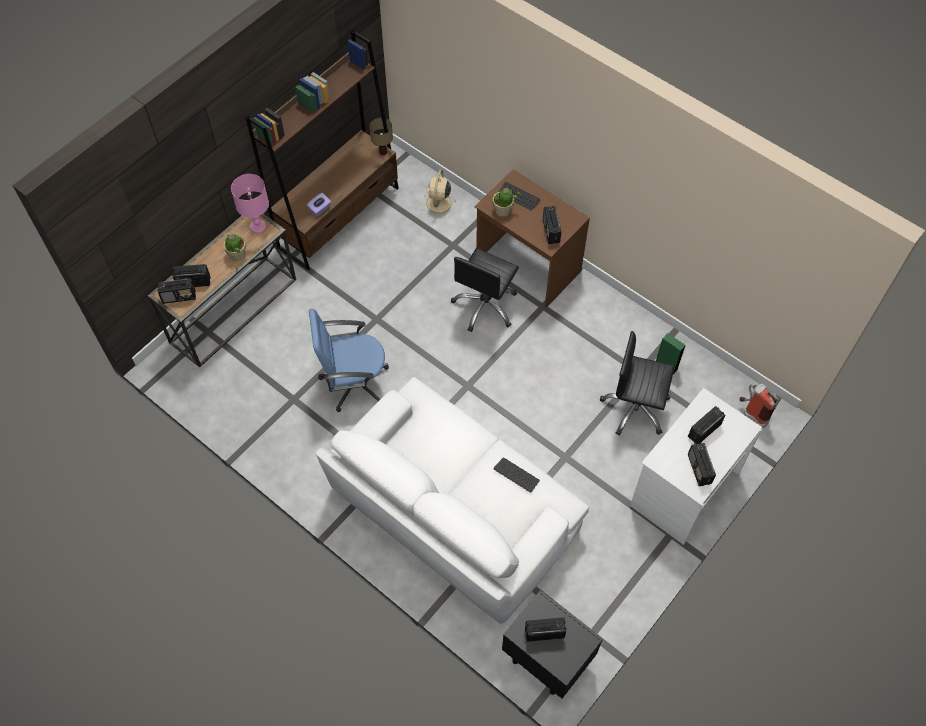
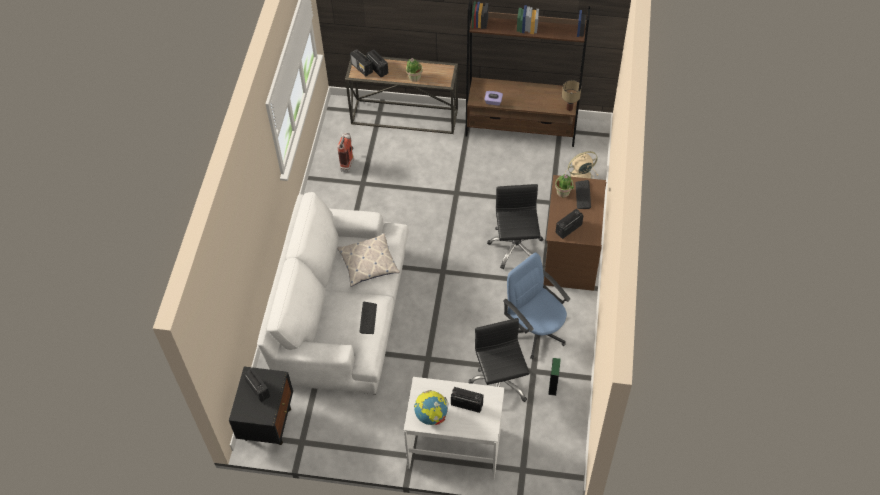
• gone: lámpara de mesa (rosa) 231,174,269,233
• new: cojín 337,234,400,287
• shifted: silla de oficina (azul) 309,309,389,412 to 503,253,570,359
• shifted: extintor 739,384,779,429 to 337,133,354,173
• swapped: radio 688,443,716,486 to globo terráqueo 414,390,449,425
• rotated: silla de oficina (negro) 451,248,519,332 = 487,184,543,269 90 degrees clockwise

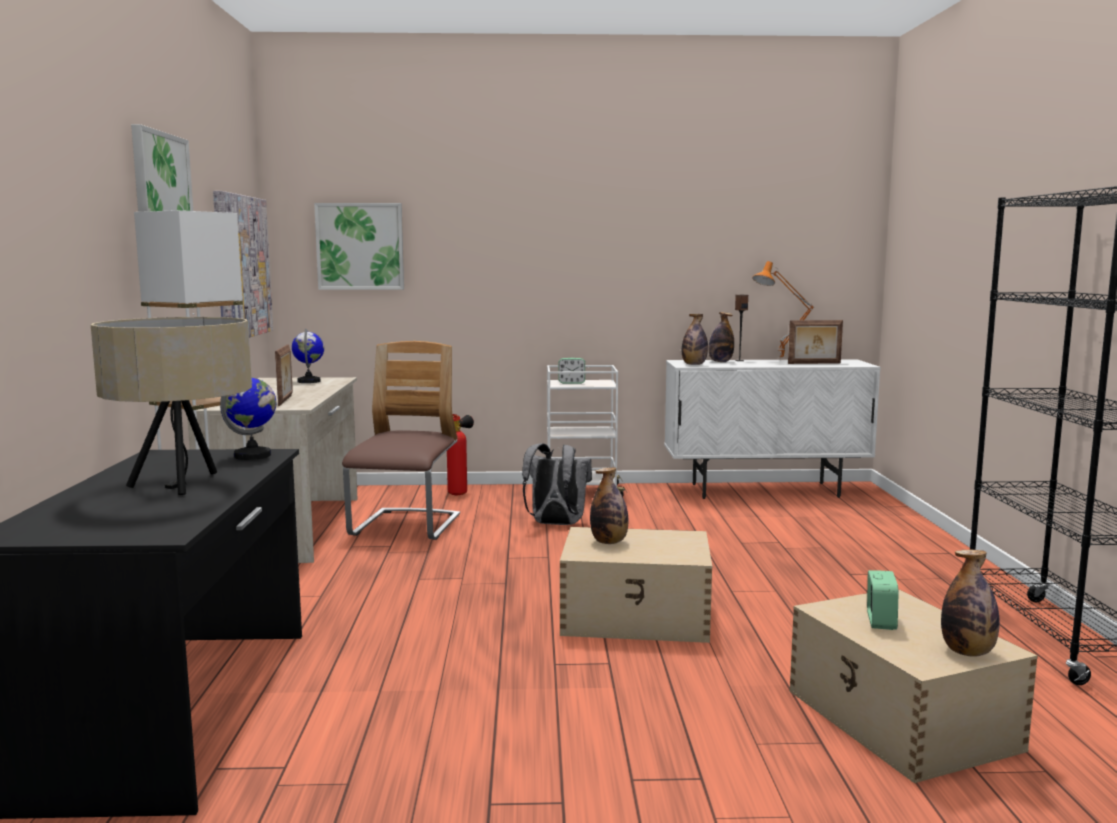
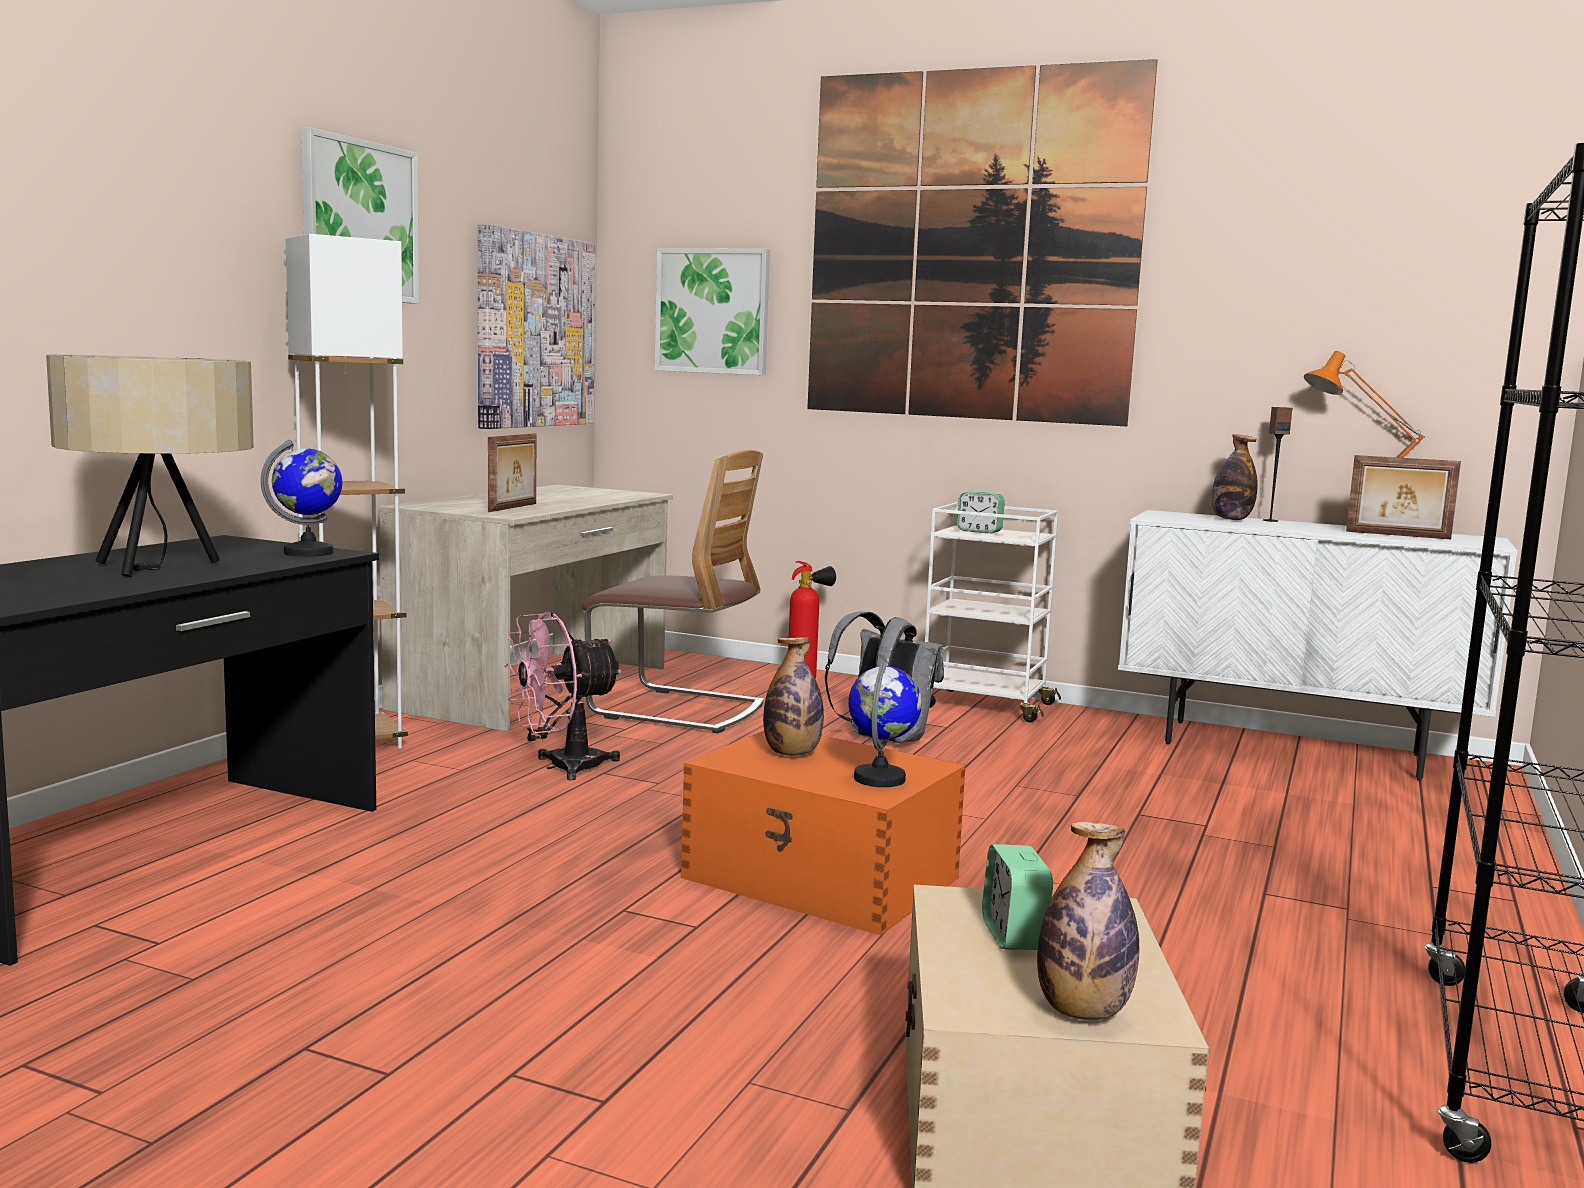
• gone: botella 682,314,708,365
• new: ventilador (rosa) 504,612,623,780
• new: cuadro 807,59,1158,426
• shifted: globo terráqueo 292,328,324,383 to 848,661,922,787
• repainted: caja de almacenaje (beis) 560,527,712,643 to caja de almacenaje (naranja) 681,731,966,935
• rotated: silla 342,341,460,540 = 582,450,764,734 75 degrees clockwise
• rotated: despertador 867,570,898,630 = 982,844,1053,950 135 degrees clockwise

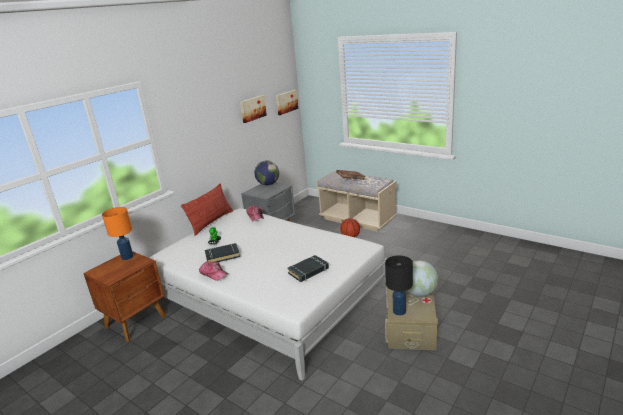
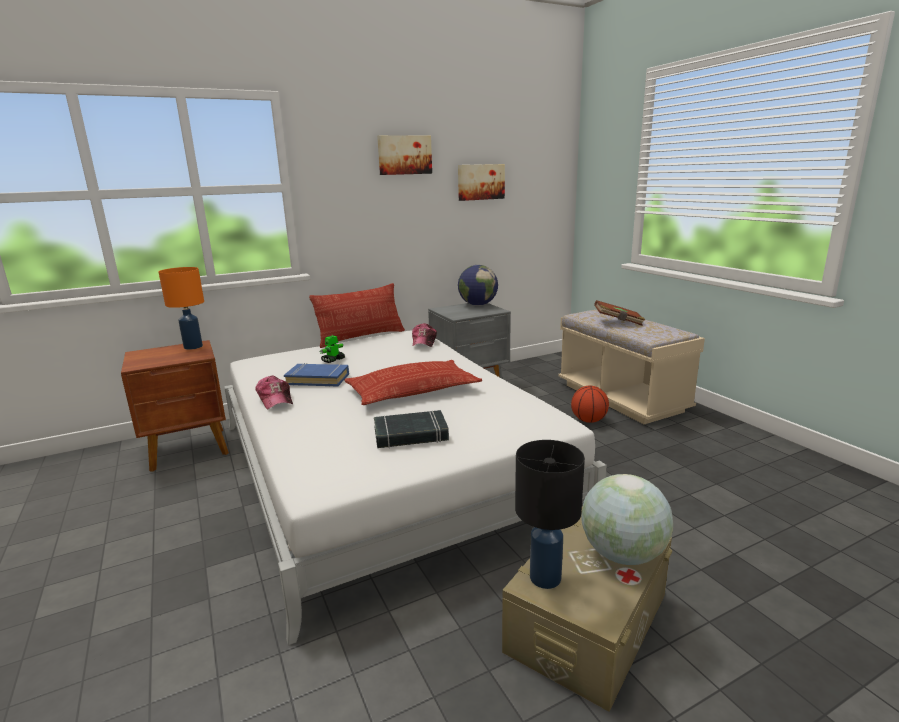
• new: cojín 344,360,482,405
• shifted: cuadro 276,90,298,115 to 377,135,432,175
• repainted: libro (negro) 205,243,240,263 to libro (azul) 284,363,349,386

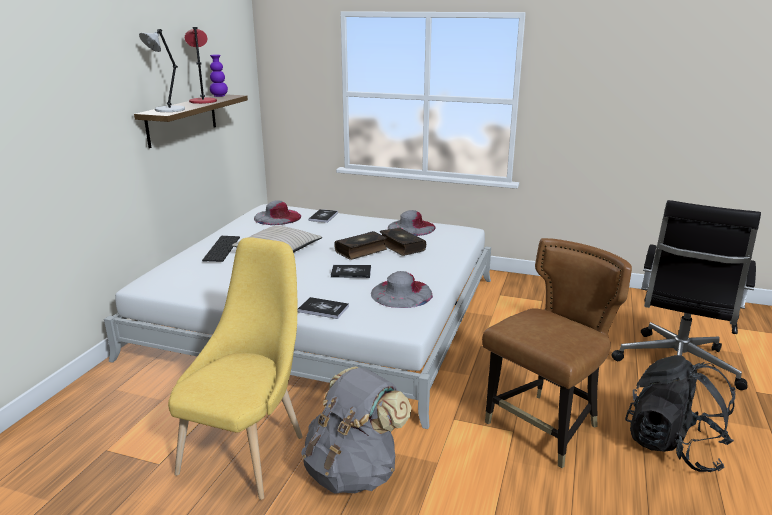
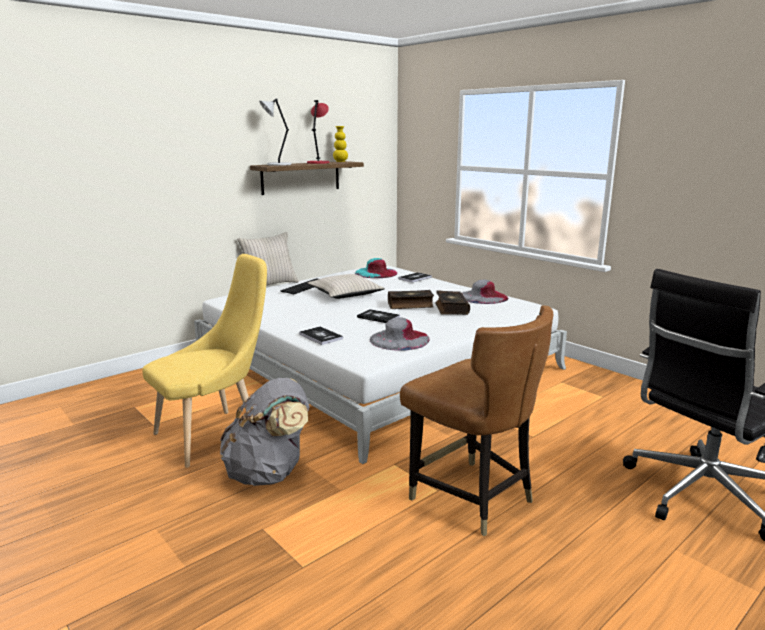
• gone: mochila (negro) 625,355,736,472
• new: cojín (beis) 237,232,299,285
• repainted: florero (morado) 210,55,228,97 to florero (amarillo) 333,126,348,162
• repainted: sombrero (gris) 254,200,301,225 to sombrero (turquesa) 355,258,398,278
• rotated: silla (marrón) 482,238,632,468 = 400,305,553,536 60 degrees clockwise

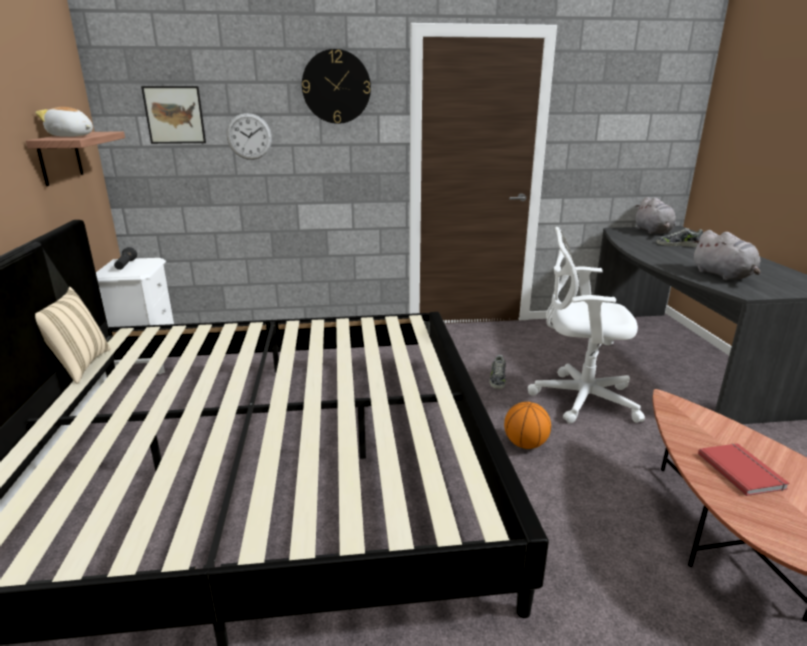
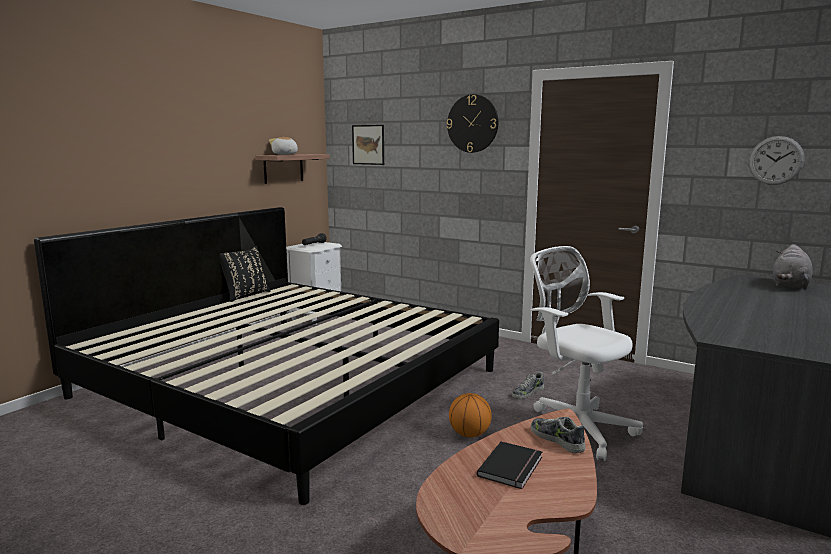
• gone: peluche (gris) 692,230,761,280
• shifted: reloj de pared 226,113,272,160 to 749,136,804,185
• shifted: zapato 657,228,703,247 to 530,417,585,453
• repainted: cojín (beis) 35,287,111,384 to cojín (negro) 219,246,271,302
• repainted: libro (rojo) 698,443,790,496 to libro (negro) 477,441,542,489

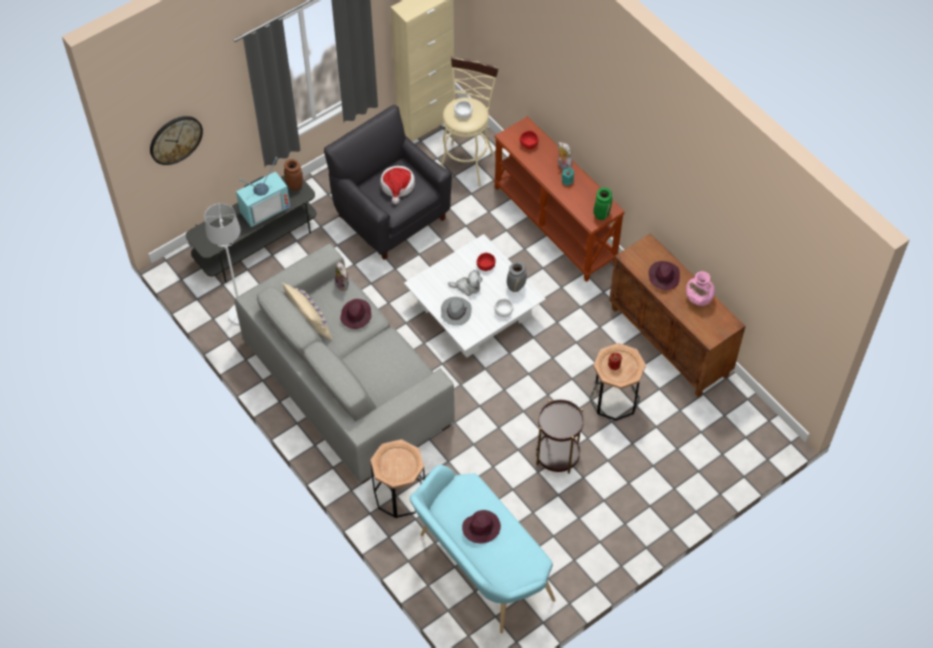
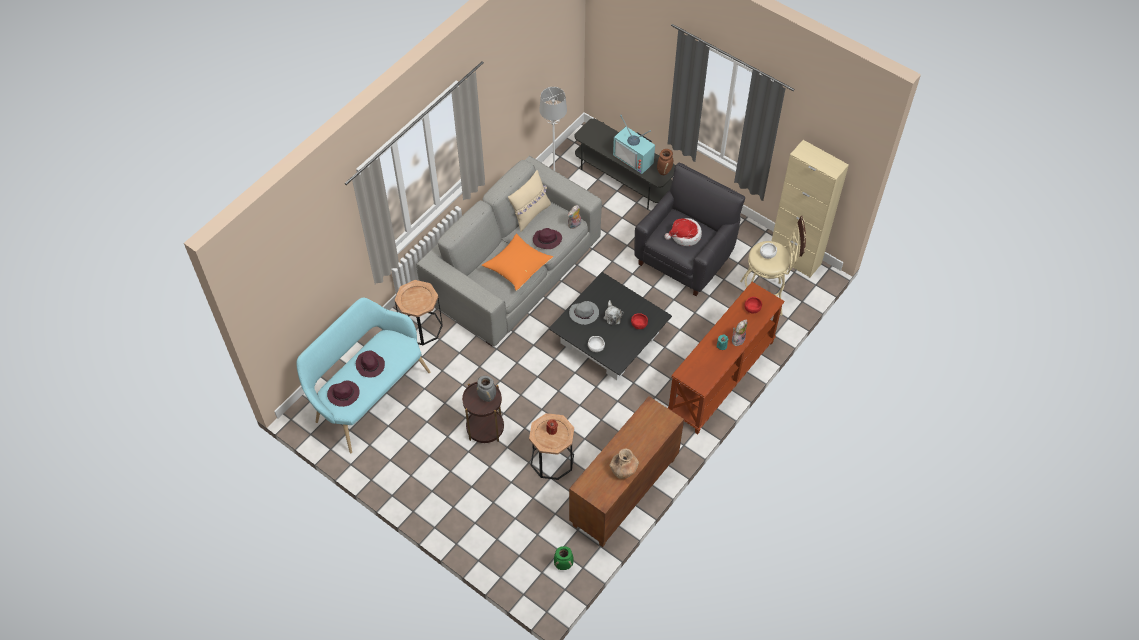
• gone: reloj de pared 150,116,203,165
• new: cojín (naranja) 482,233,553,291
• shifted: florero (gris) 507,261,527,292 to 477,376,496,402
• shifted: florero (verde) 593,187,612,220 to 554,546,574,570
• shifted: sombrero (morado) 649,261,680,290 to 327,381,360,407
• repainted: mesa de centro (blanco) 404,234,546,357 to mesa de centro (negro) 549,272,672,380
• repainted: florero (rosa) 686,271,715,306 to florero (marrón) 609,448,639,479

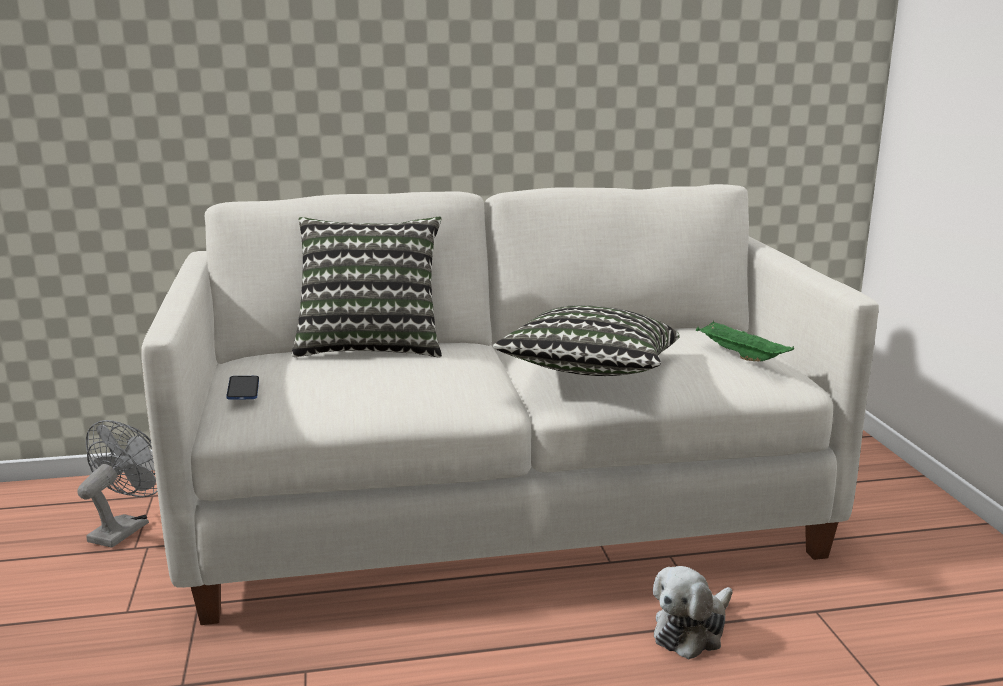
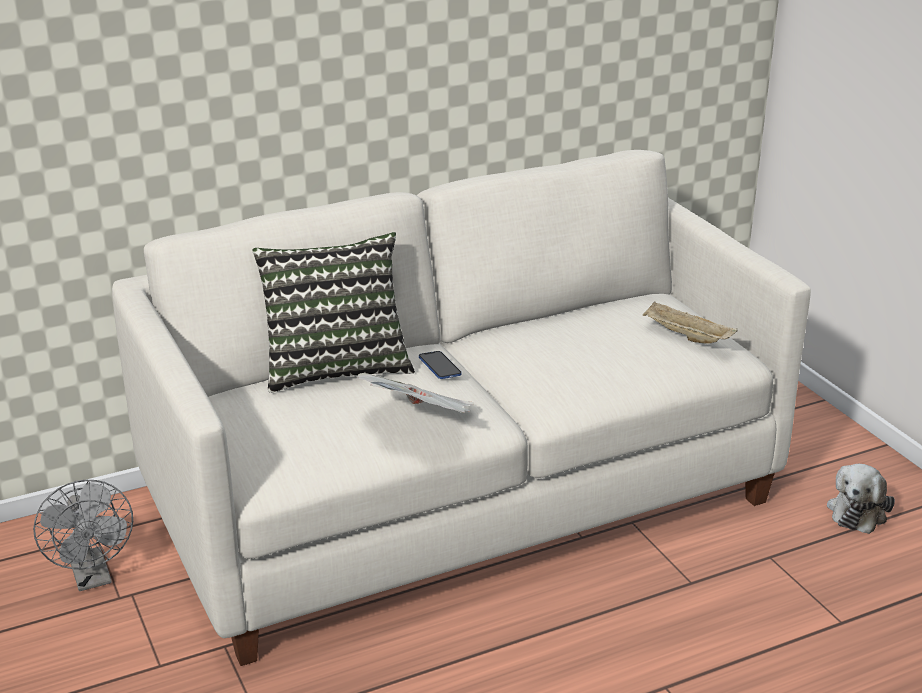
• gone: cojín 493,305,680,376
• new: periódico 357,373,474,413
• shifted: móvil 226,376,259,400 to 419,351,462,379
• shifted: peluche 653,566,733,659 to 827,464,895,534
• repainted: bandeja (verde) 696,321,794,361 to bandeja (beis) 643,302,738,344
• rotated: ventilador (gris) 77,420,158,548 = 33,480,133,591 150 degrees clockwise

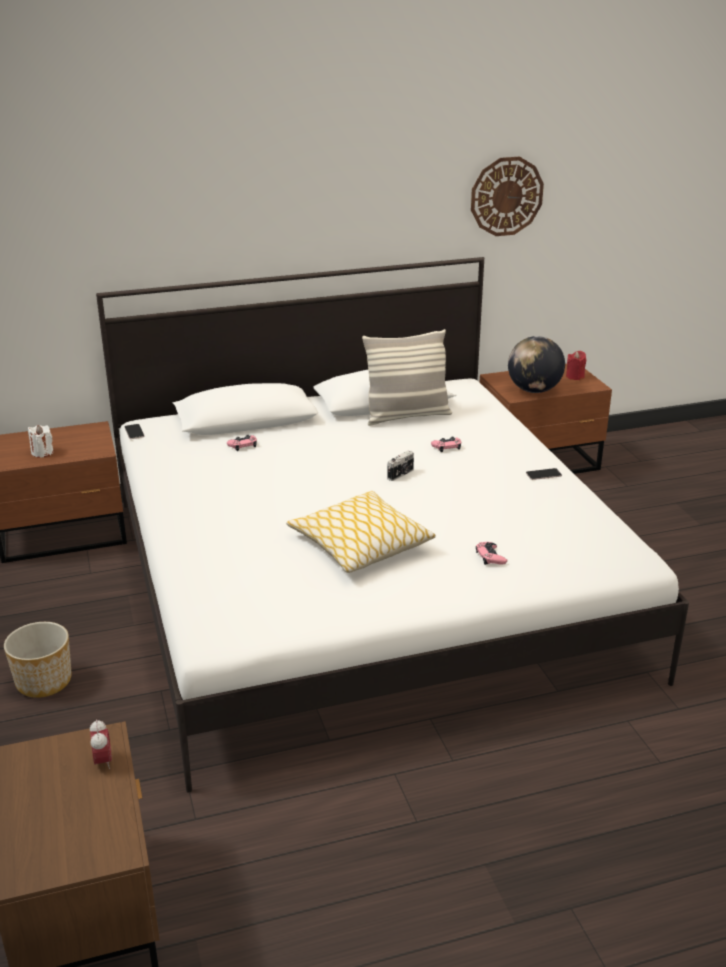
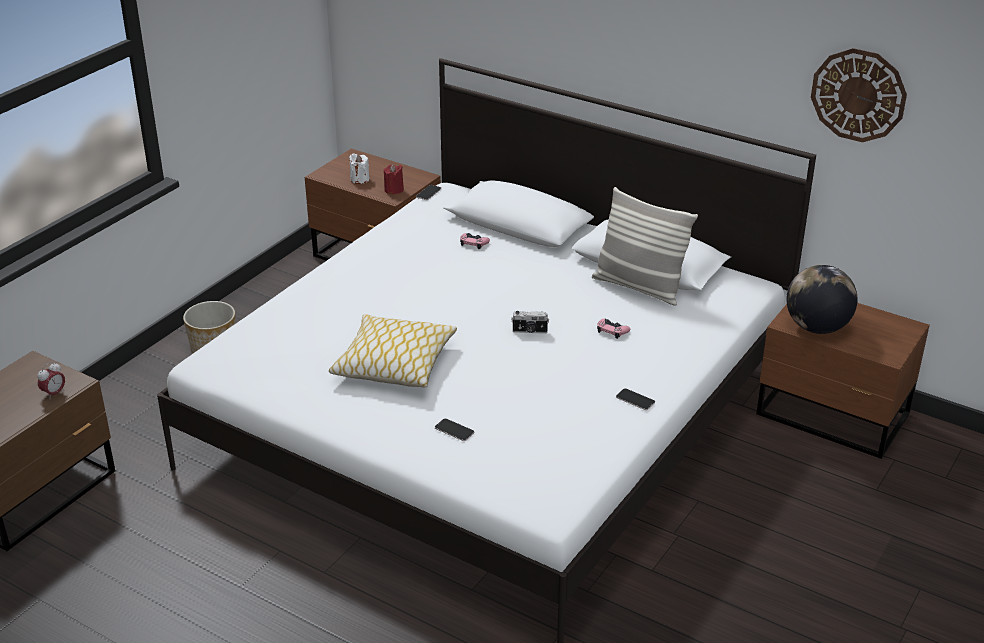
• shifted: vela (rojo) 566,351,586,380 to 384,164,404,194
• swapped: mando de consola (rosa) 476,542,508,565 to móvil 435,418,474,441

